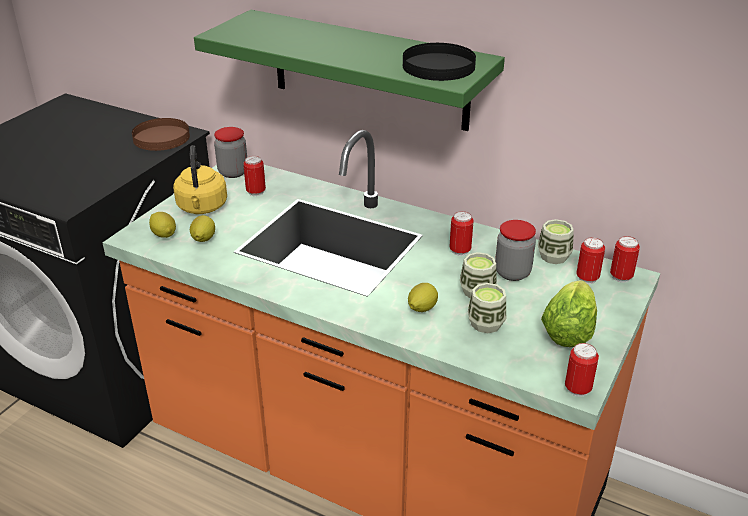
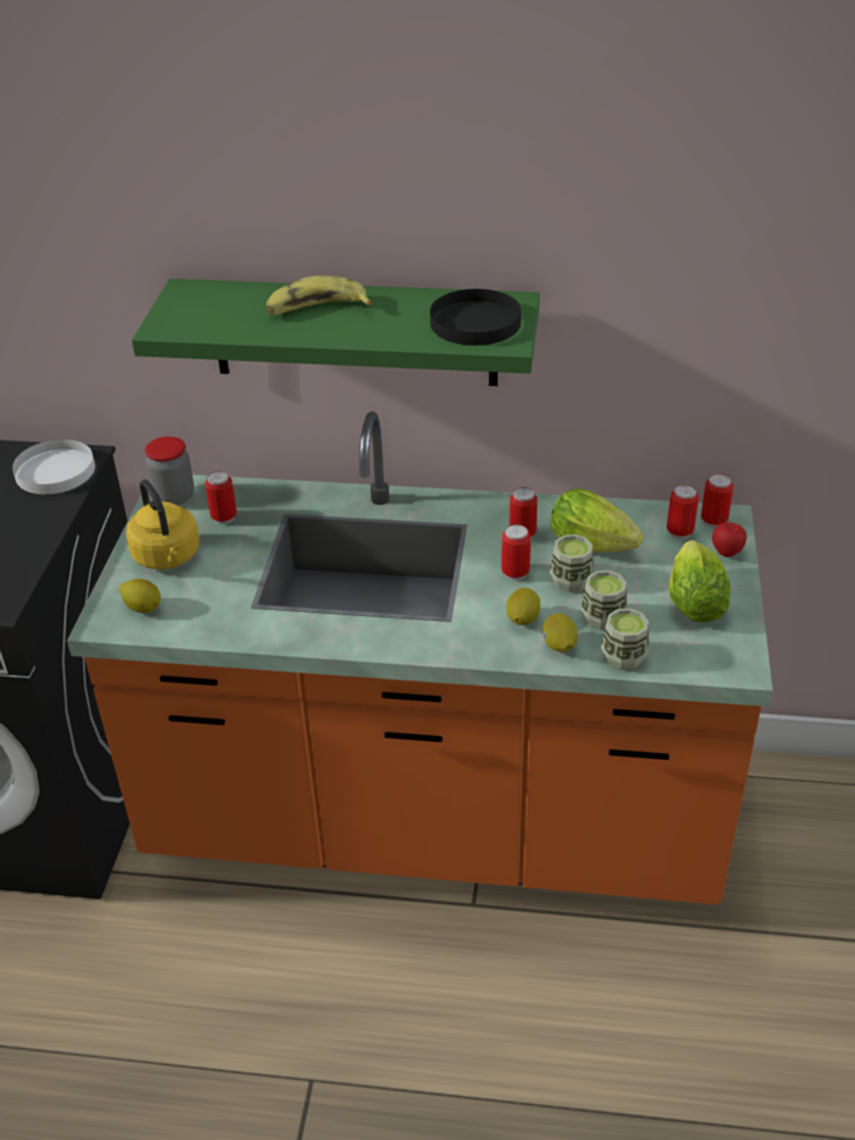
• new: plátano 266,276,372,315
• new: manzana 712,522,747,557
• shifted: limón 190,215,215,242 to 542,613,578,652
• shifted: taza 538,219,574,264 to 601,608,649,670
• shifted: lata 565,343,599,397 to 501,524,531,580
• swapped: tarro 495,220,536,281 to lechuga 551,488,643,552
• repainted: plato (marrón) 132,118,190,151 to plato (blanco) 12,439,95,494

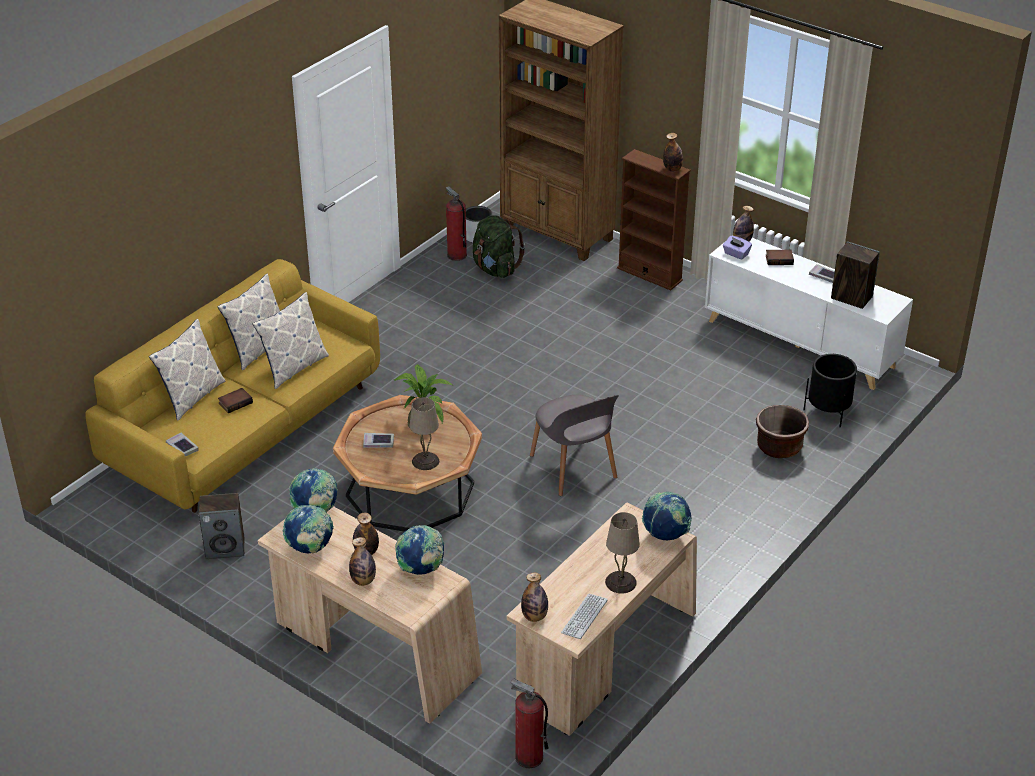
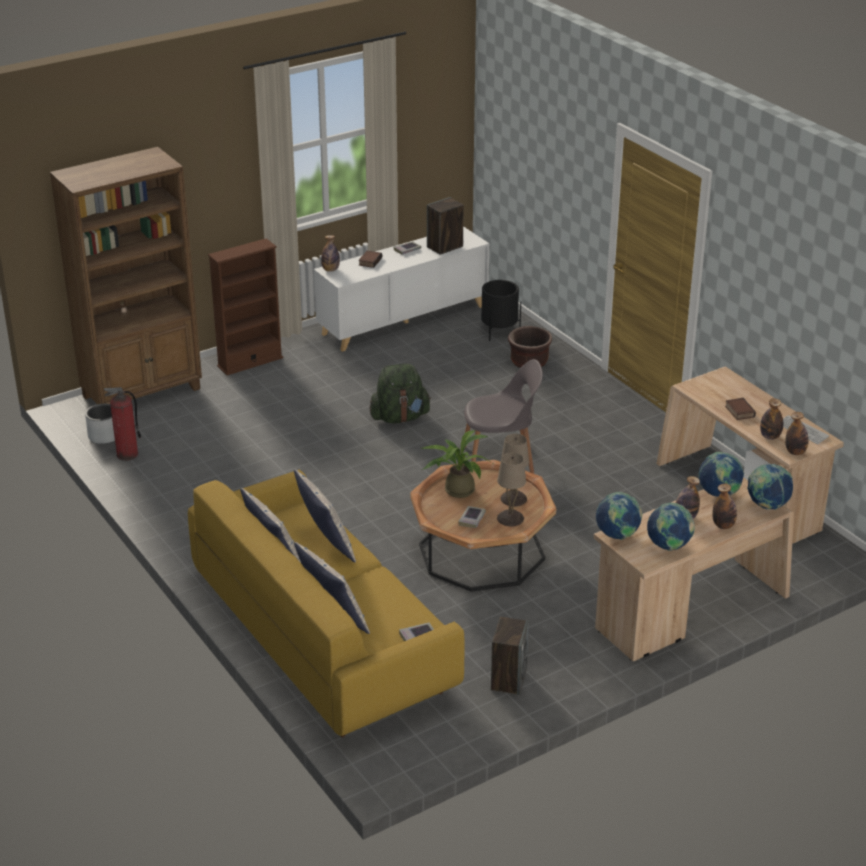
• gone: extintor 511,678,548,768
• gone: caja de pañuelos (morado) 723,236,752,260
• shifted: libro 218,388,253,413 to 725,398,756,420
• shifted: mochila (verde) 473,215,525,278 to 369,364,431,423
• shifted: lámpara de mesa (beis) 605,512,640,593 to 497,453,526,526
• shifted: globo terráqueo 642,491,692,540 to 747,464,793,510
• shifted: botella 663,133,683,172 to 760,398,783,440

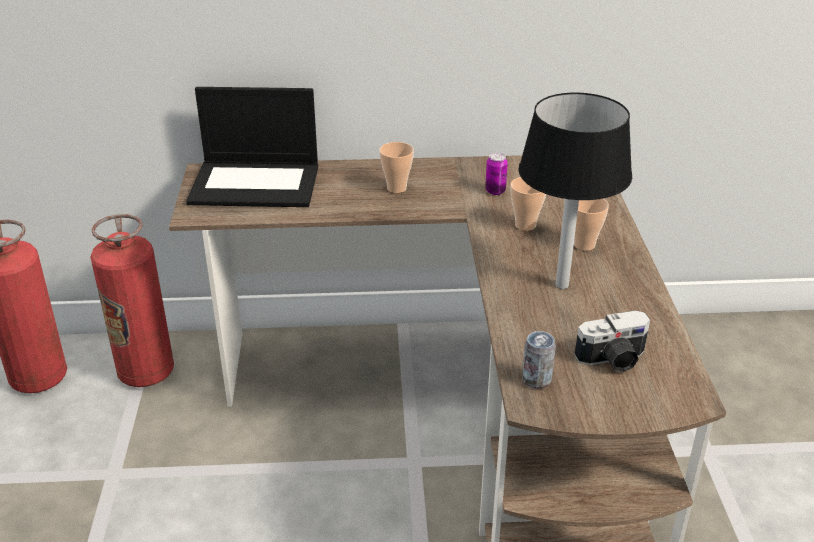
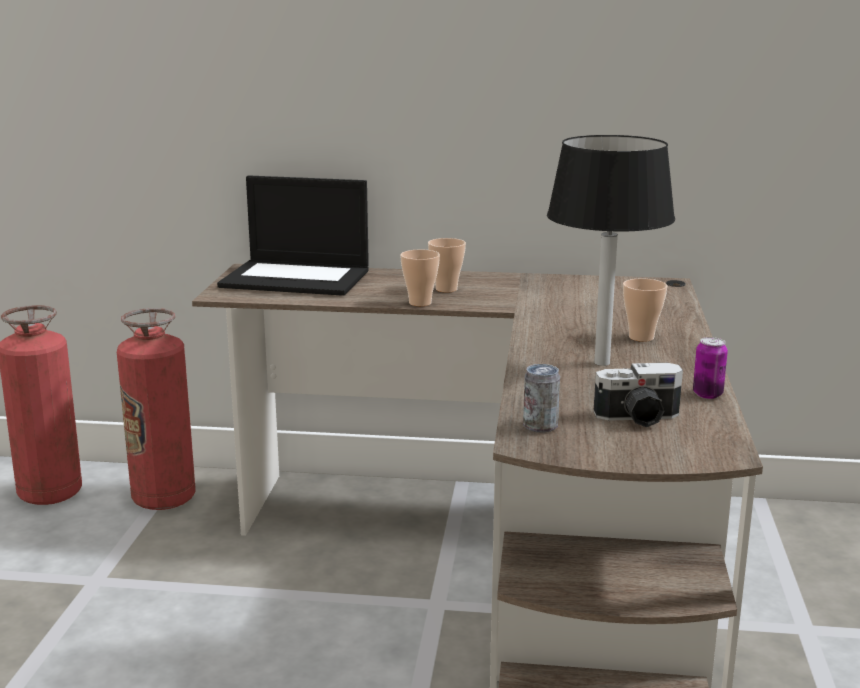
• shifted: lata 485,153,508,195 to 693,337,728,399
• shifted: taza 511,177,546,231 to 400,249,440,306

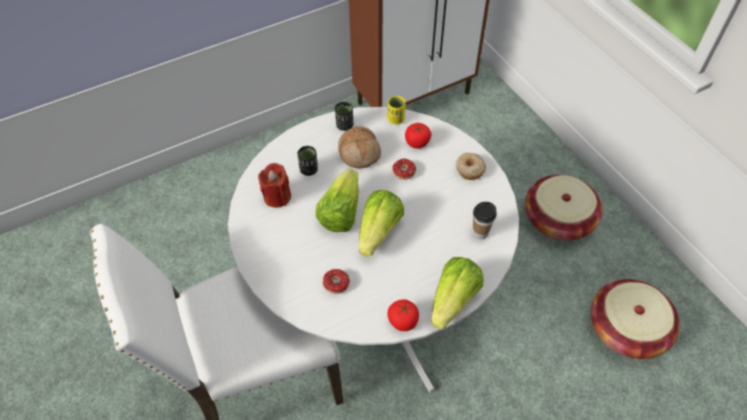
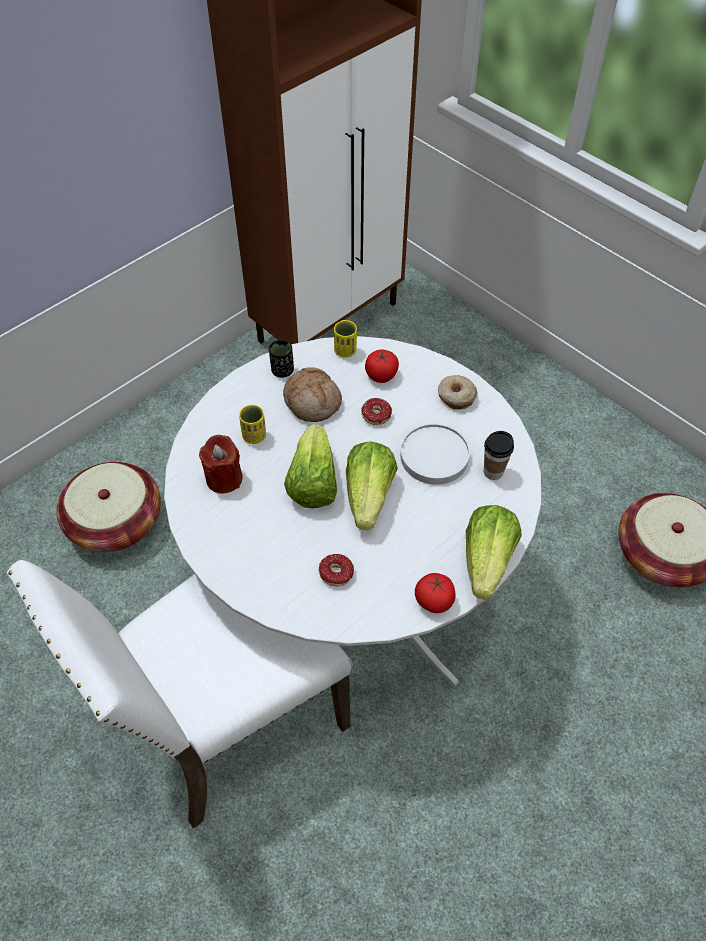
• new: plato (blanco) 400,424,470,485
• shifted: cesta 525,175,603,241 to 56,462,161,552
• repainted: taza (negro) 298,146,318,176 to taza (amarillo) 239,405,266,444

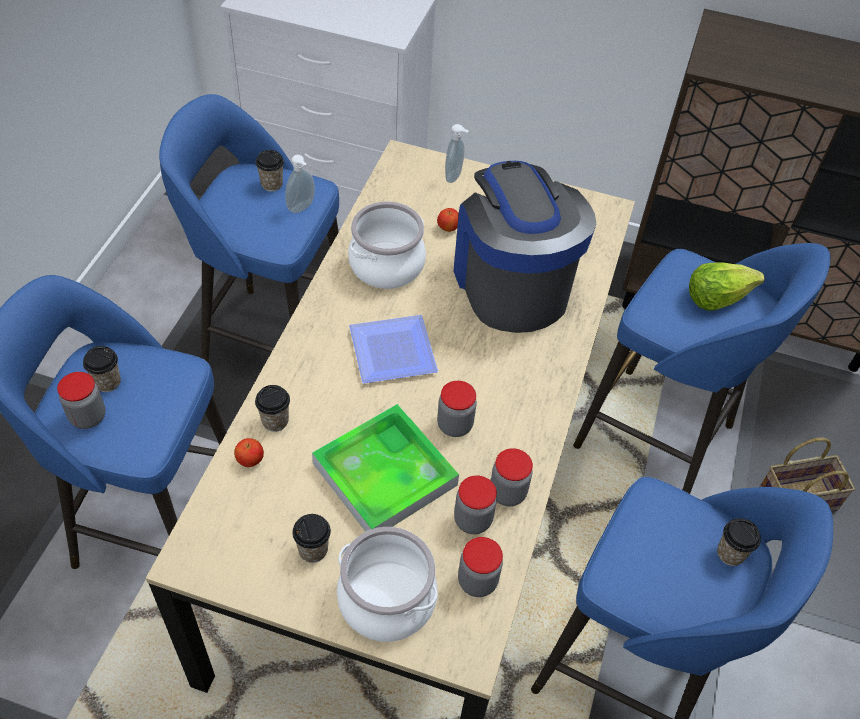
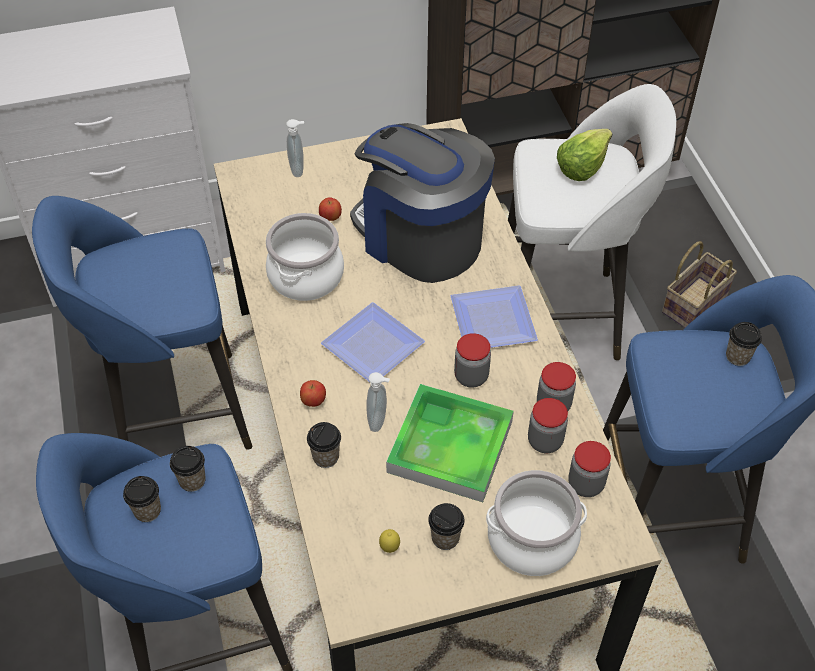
• gone: tarro 57,372,105,429
• new: limón 379,529,400,553
• new: plato 451,285,538,348
• shifted: manzana 234,438,264,467 to 300,380,326,407
• shifted: taza 256,150,284,192 to 170,446,206,492
• shifted: dispensador de jabón 285,155,315,213 to 367,372,390,432
• repainted: taburete (azul) 573,243,830,494 to taburete (blanco) 508,84,676,360

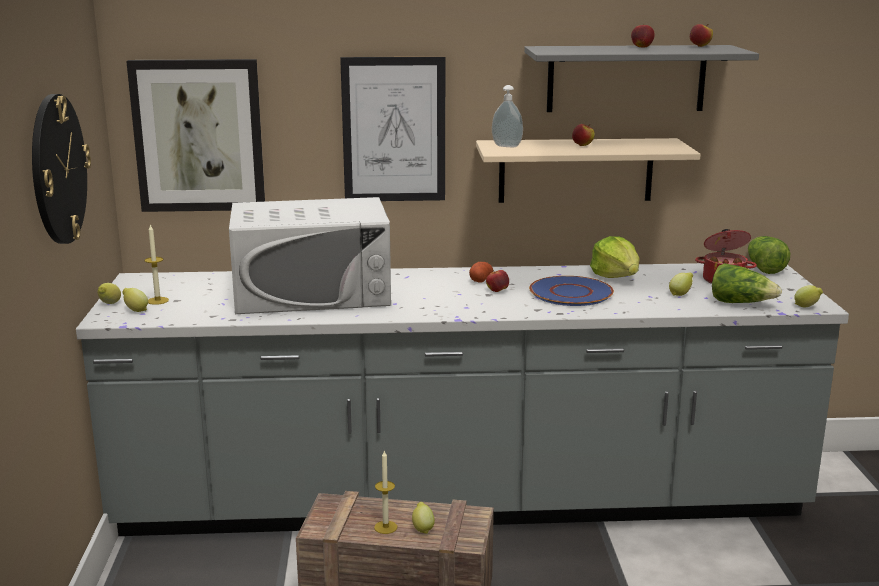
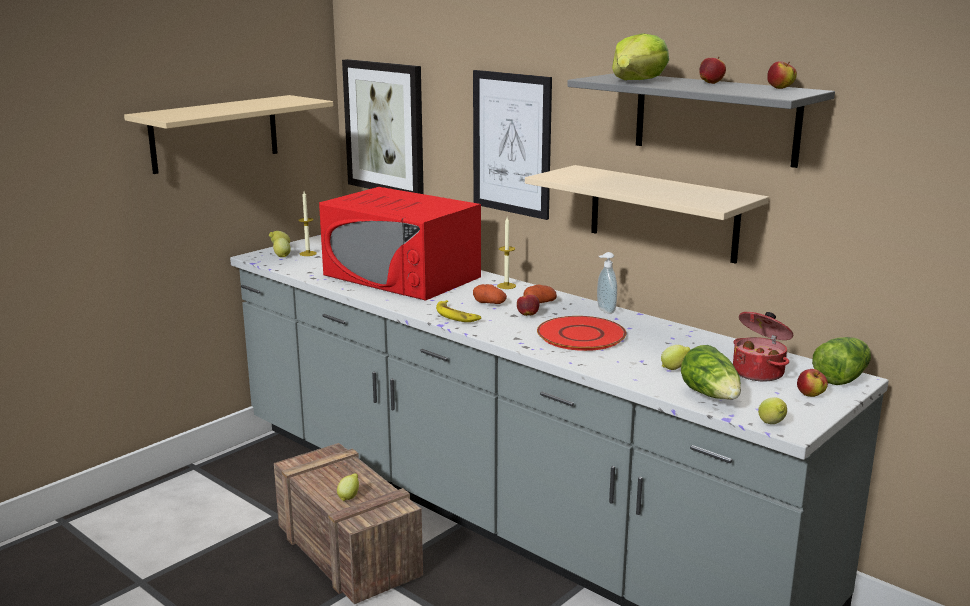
• new: plátano 436,300,481,322
• new: patata 473,284,507,304
• shifted: vela 374,451,397,534 to 497,217,516,289
• shifted: dispensador de jabón 492,85,523,147 to 597,252,617,314
• shifted: manzana 572,124,595,146 to 797,369,828,397
• shifted: lechuga 590,236,640,278 to 612,34,669,80
• swapped: reloj de pared 32,94,91,244 to estante (beis) 124,95,333,174
• repainted: microondas (blanco) 229,197,391,314 to microondas (rojo) 319,187,481,301
• repainted: plato (azul) 529,276,614,306 to plato (rojo) 537,316,626,351

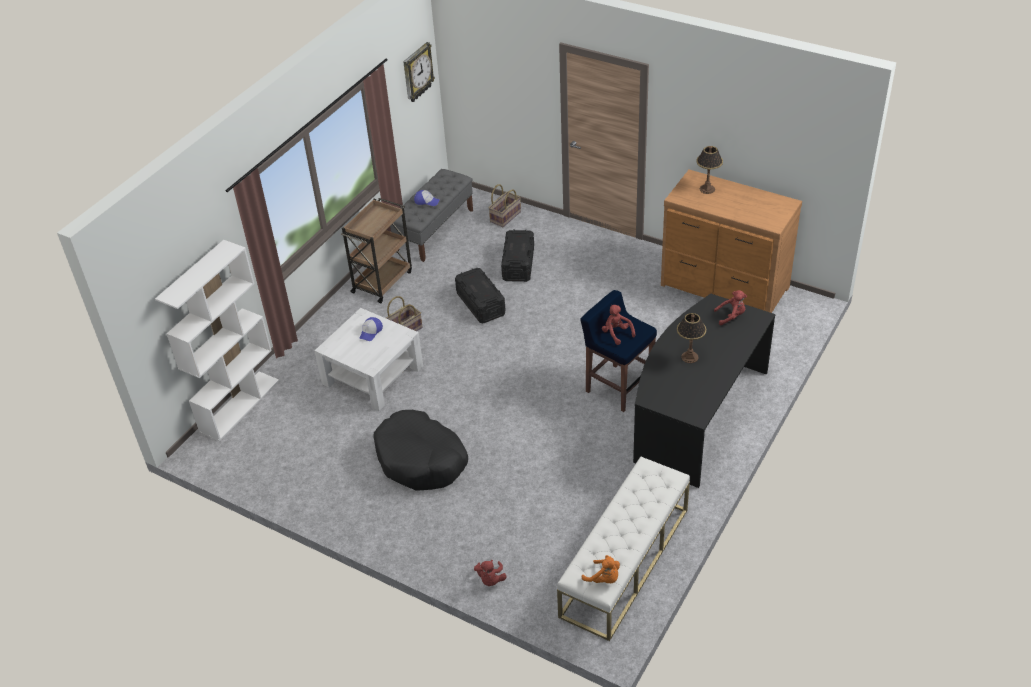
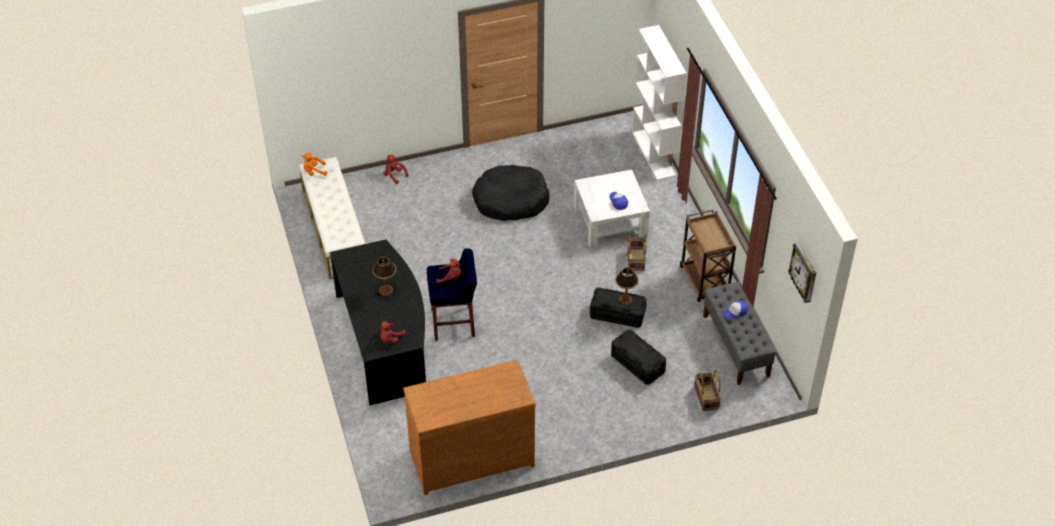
• shifted: lámpara de mesa 696,146,723,194 to 615,268,639,305

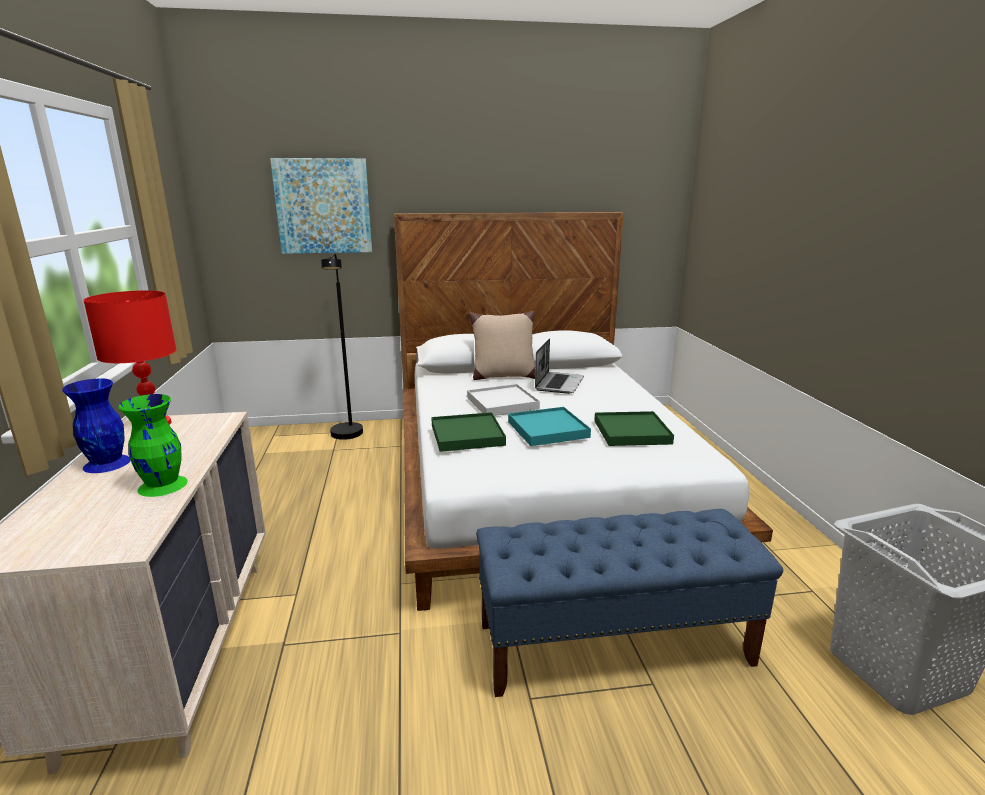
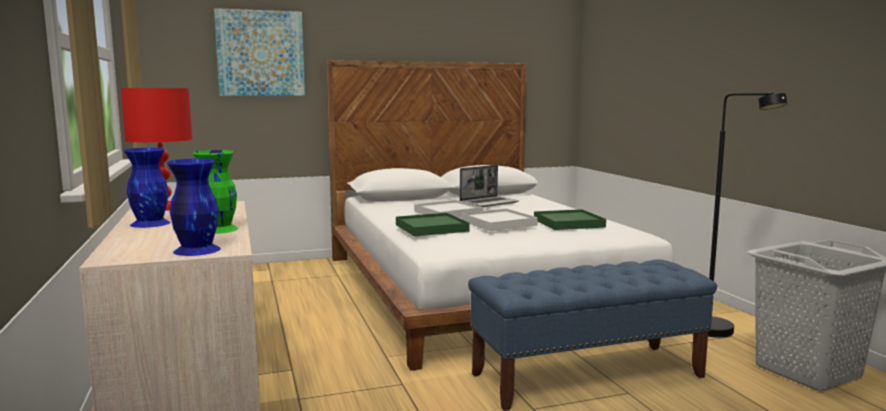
• gone: cojín (beis) 469,311,535,380
• new: florero (azul) 167,159,221,256
• shifted: lámpara de pie (negro) 321,253,363,440 to 708,93,788,338
• repainted: bandeja (turquesa) 508,407,591,446 to bandeja (blanco) 462,209,538,231
• rotated: portátil 535,338,584,394 = 460,165,519,207 45 degrees clockwise

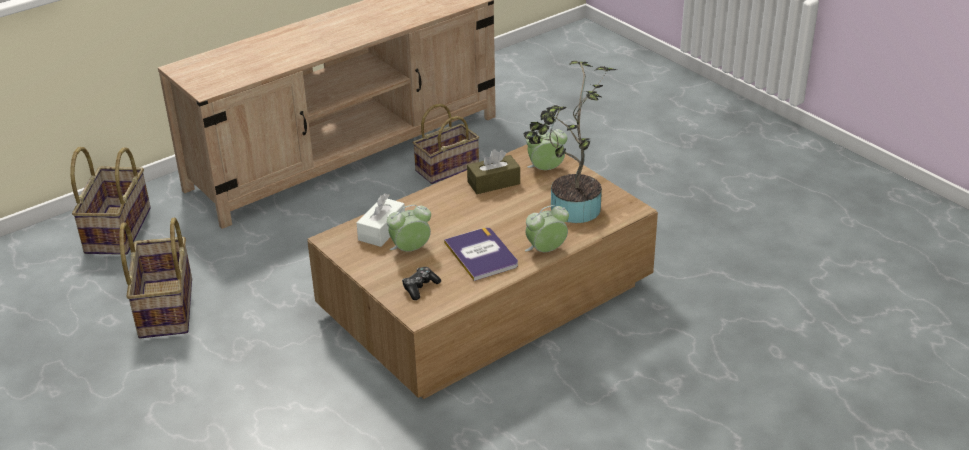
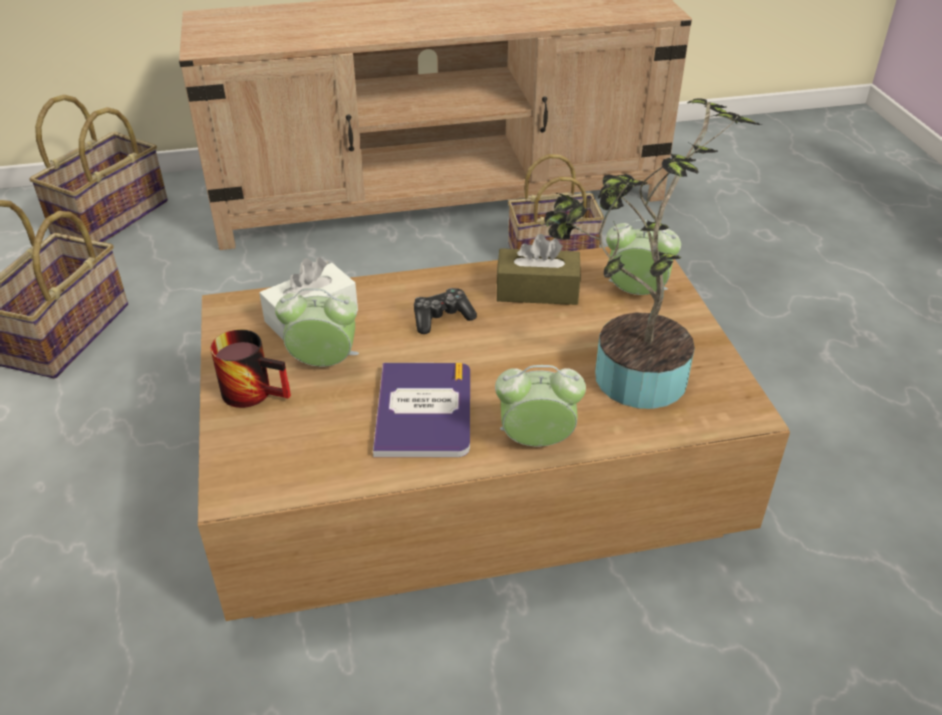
• new: taza grande 211,329,291,408
• shifted: mando de consola 402,267,441,300 to 414,288,477,334

